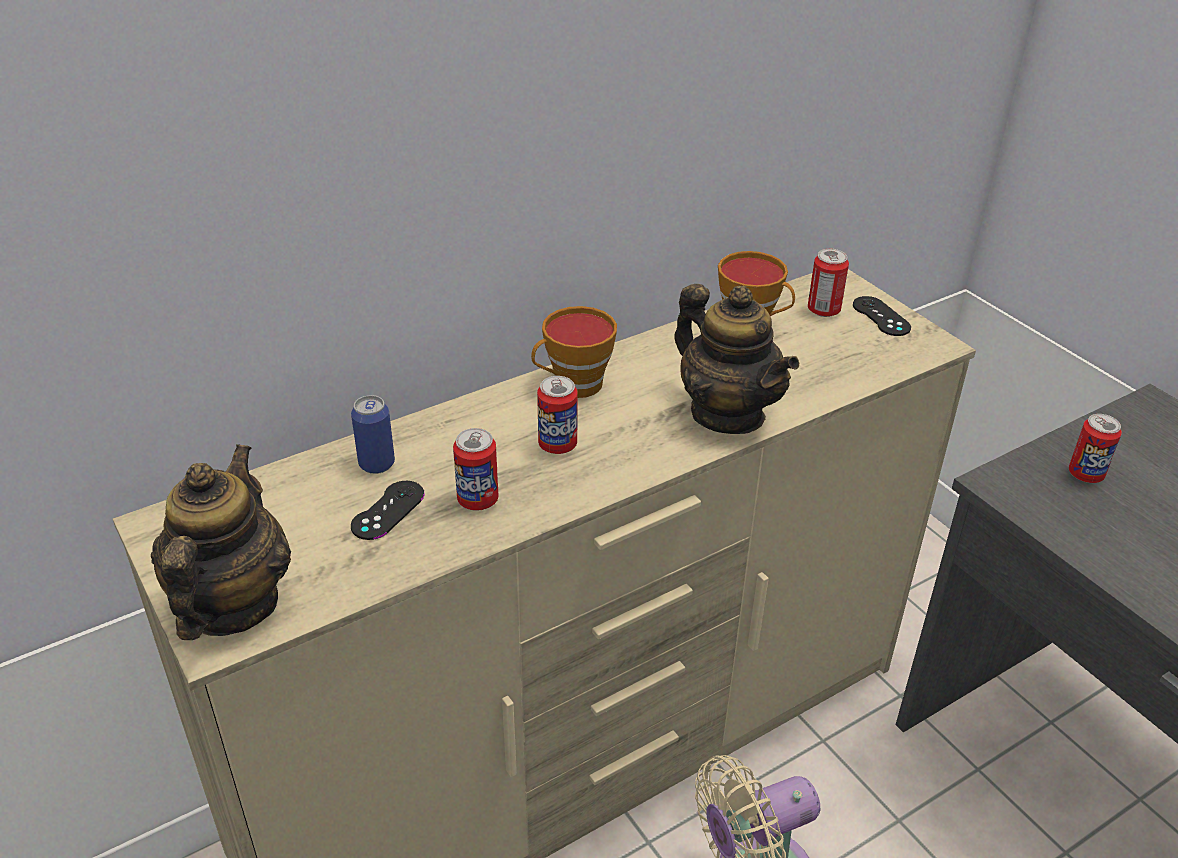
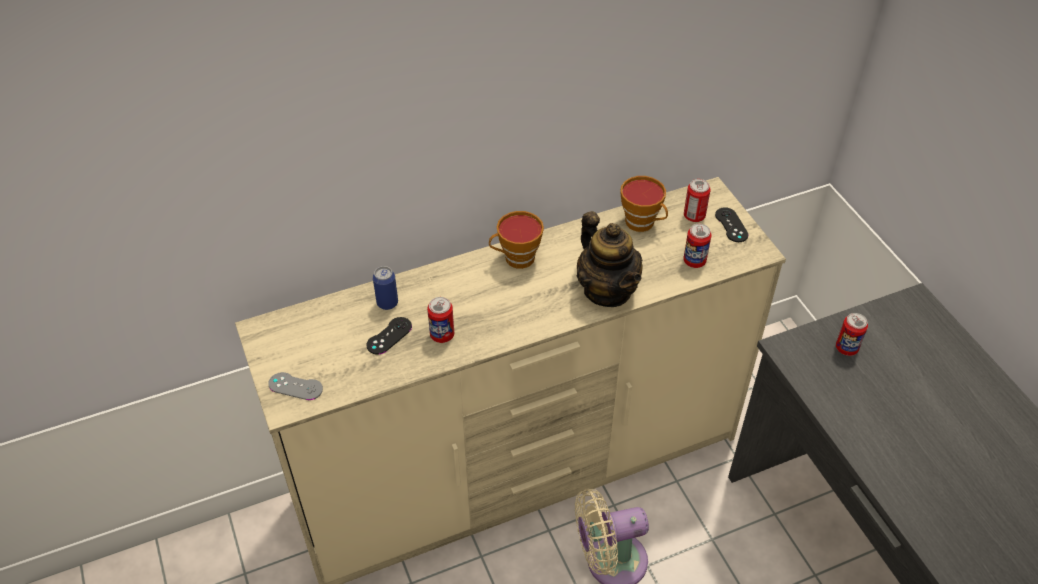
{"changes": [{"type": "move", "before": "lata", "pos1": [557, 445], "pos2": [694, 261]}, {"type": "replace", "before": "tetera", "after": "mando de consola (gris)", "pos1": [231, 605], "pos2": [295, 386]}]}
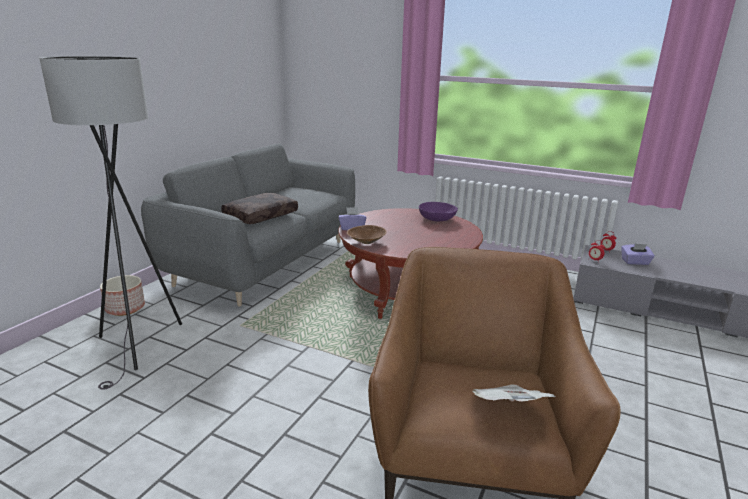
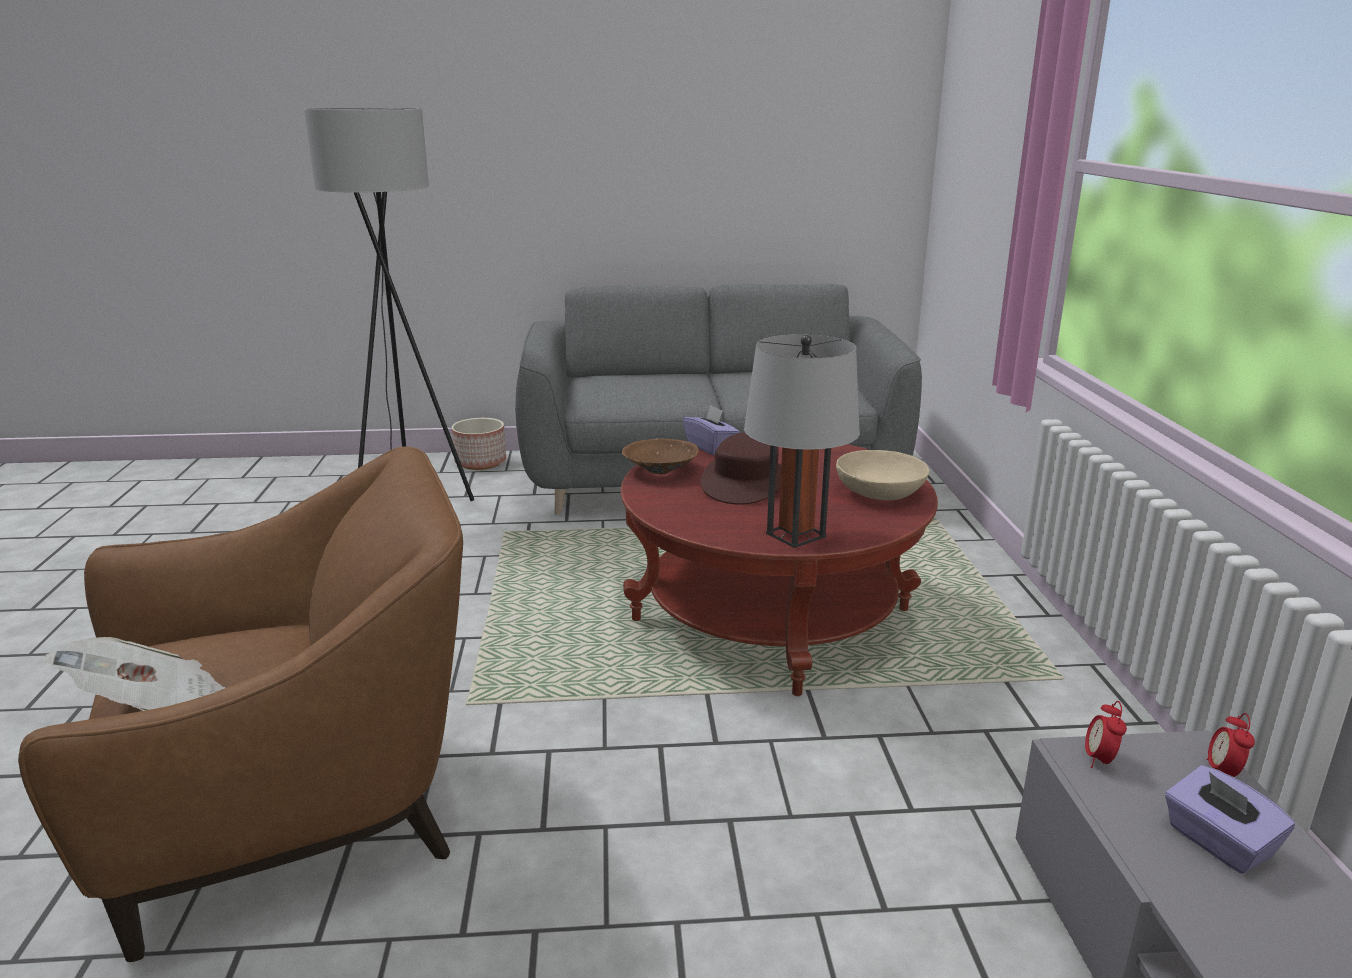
{"changes": [{"type": "delete", "before": "cojín (marrón)", "pos1": [260, 215]}, {"type": "recolor", "before": "cuenco (morado)", "after": "cuenco (beis)", "pos1": [437, 219], "pos2": [880, 493]}, {"type": "insert", "after": "lámpara de mesa (gris)", "pos2": [795, 535]}, {"type": "insert", "after": "sombrero (marrón)", "pos2": [746, 482]}]}
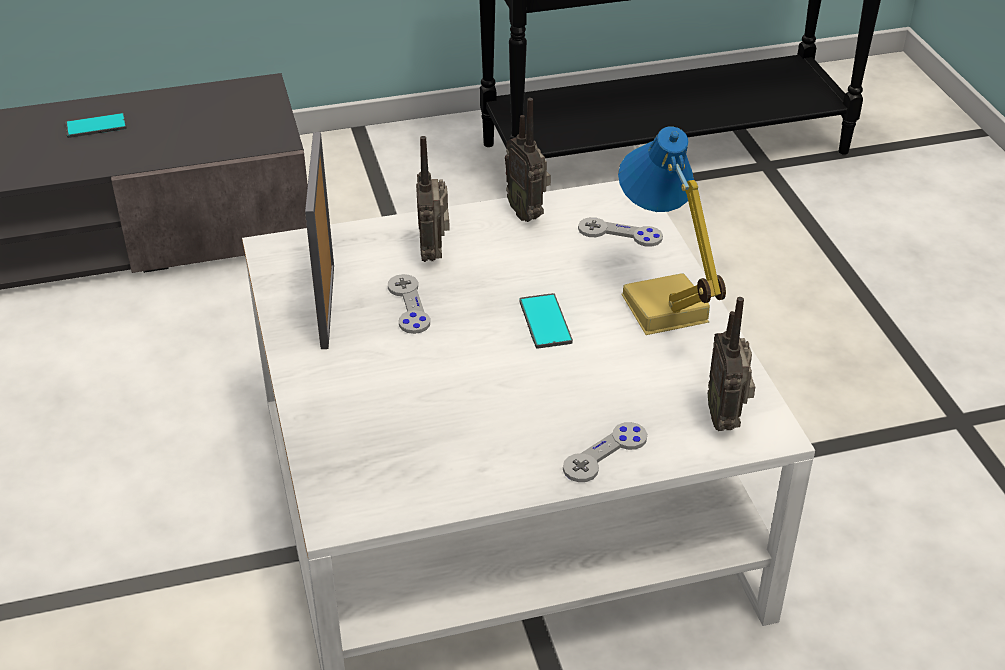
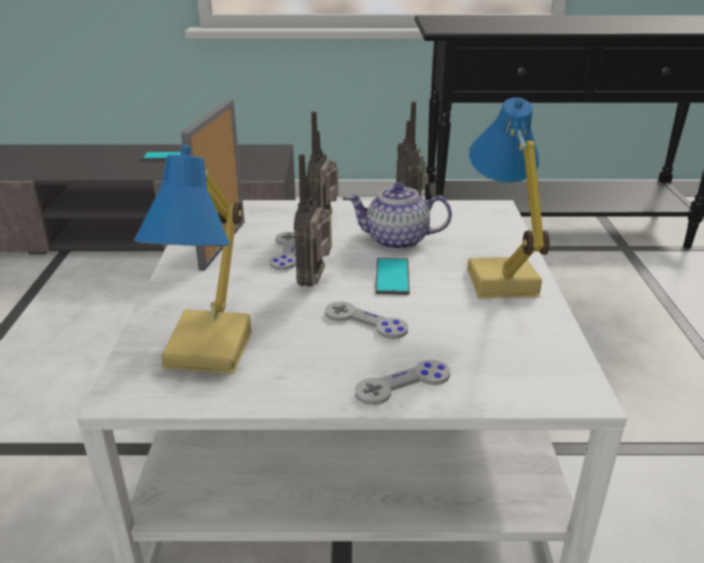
{"changes": [{"type": "move", "before": "mando de consola (gris)", "pos1": [620, 234], "pos2": [365, 322]}, {"type": "move", "before": "radio", "pos1": [725, 419], "pos2": [315, 282]}, {"type": "insert", "after": "lámpara de mesa", "pos2": [213, 348]}, {"type": "insert", "after": "tetera", "pos2": [396, 241]}]}
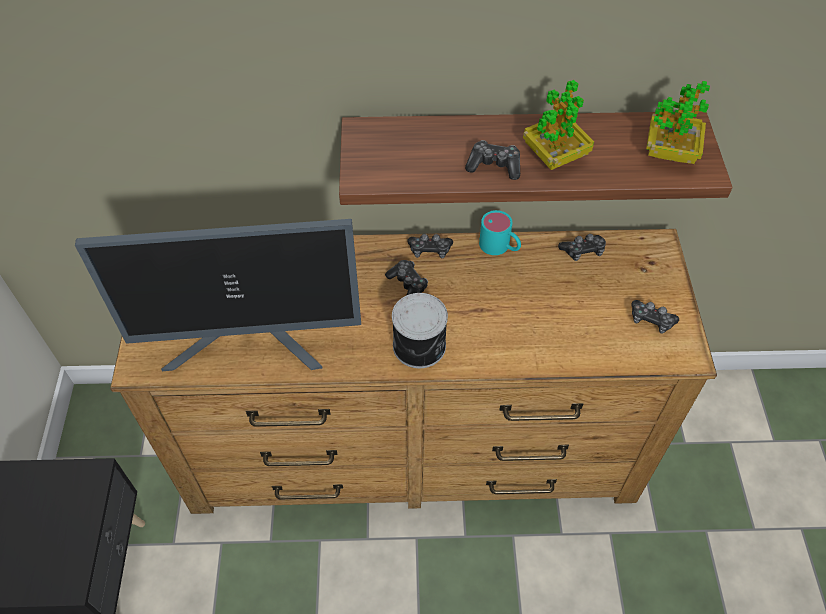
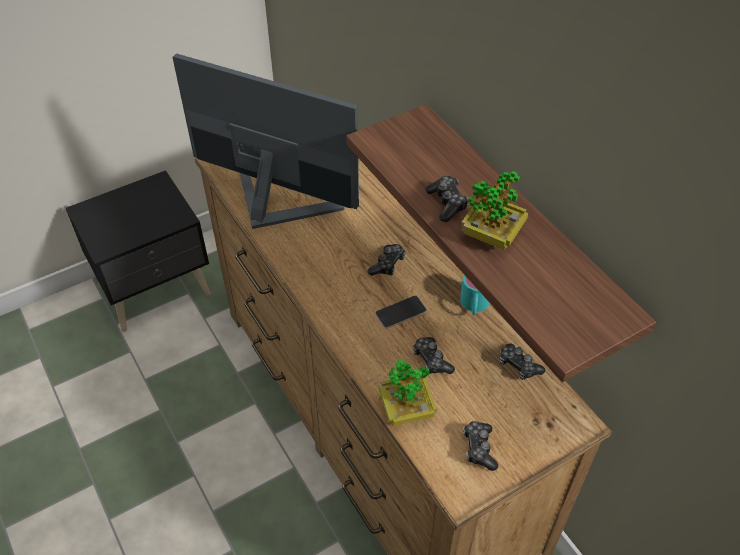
{"changes": [{"type": "move", "before": "planta en maceta", "pos1": [670, 152], "pos2": [406, 409]}, {"type": "rotate", "before": "monitor", "pos1": [250, 342], "pos2": [273, 203], "turn": 150}, {"type": "move", "before": "mando de consola", "pos1": [429, 250], "pos2": [431, 360]}, {"type": "delete", "before": "lata", "pos1": [420, 346]}, {"type": "insert", "after": "móvil", "pos2": [400, 312]}]}
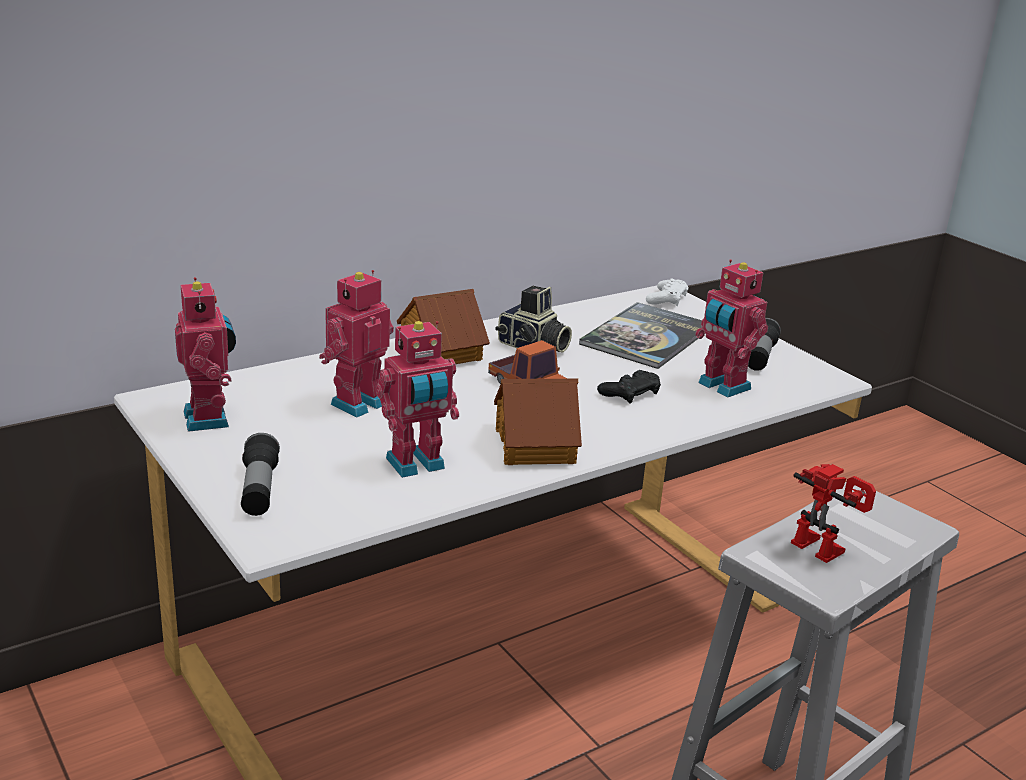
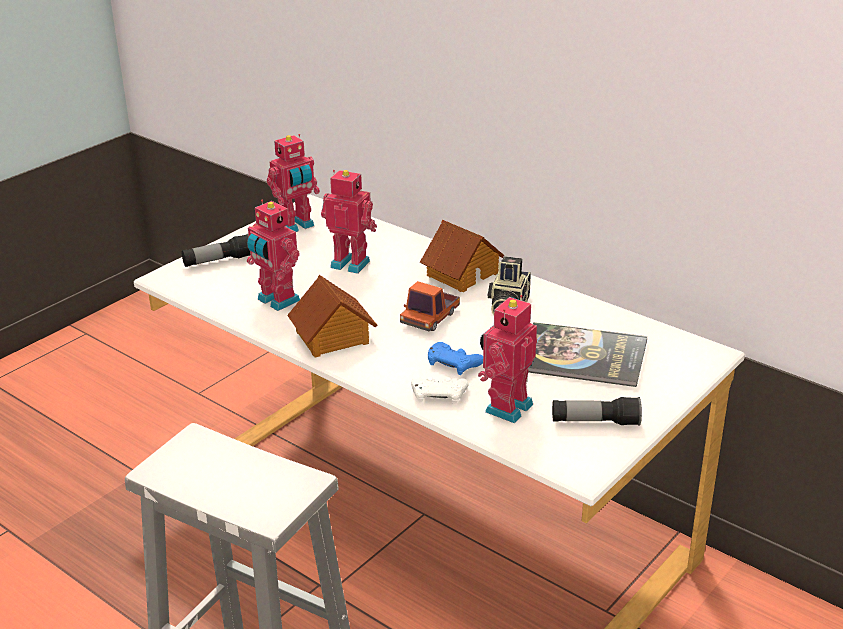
{"changes": [{"type": "move", "before": "mando de consola (blanco)", "pos1": [667, 299], "pos2": [439, 394]}, {"type": "recolor", "before": "mando de consola (negro)", "after": "mando de consola (azul)", "pos1": [630, 393], "pos2": [453, 363]}, {"type": "delete", "before": "robot de juguete", "pos1": [824, 547]}]}
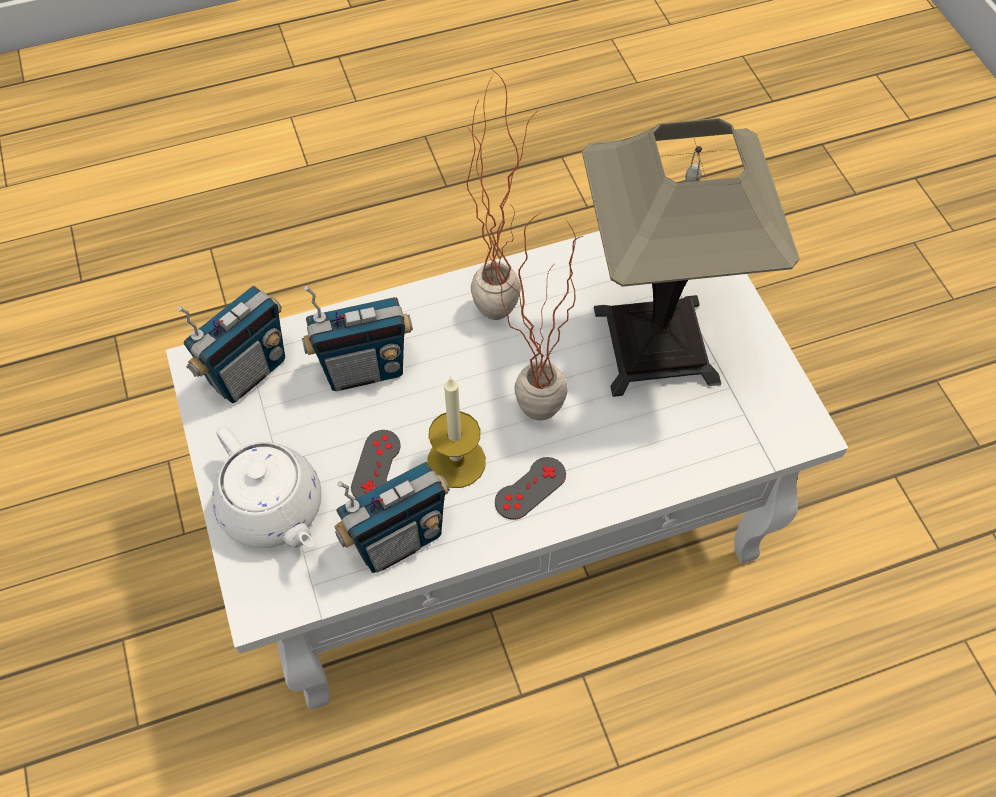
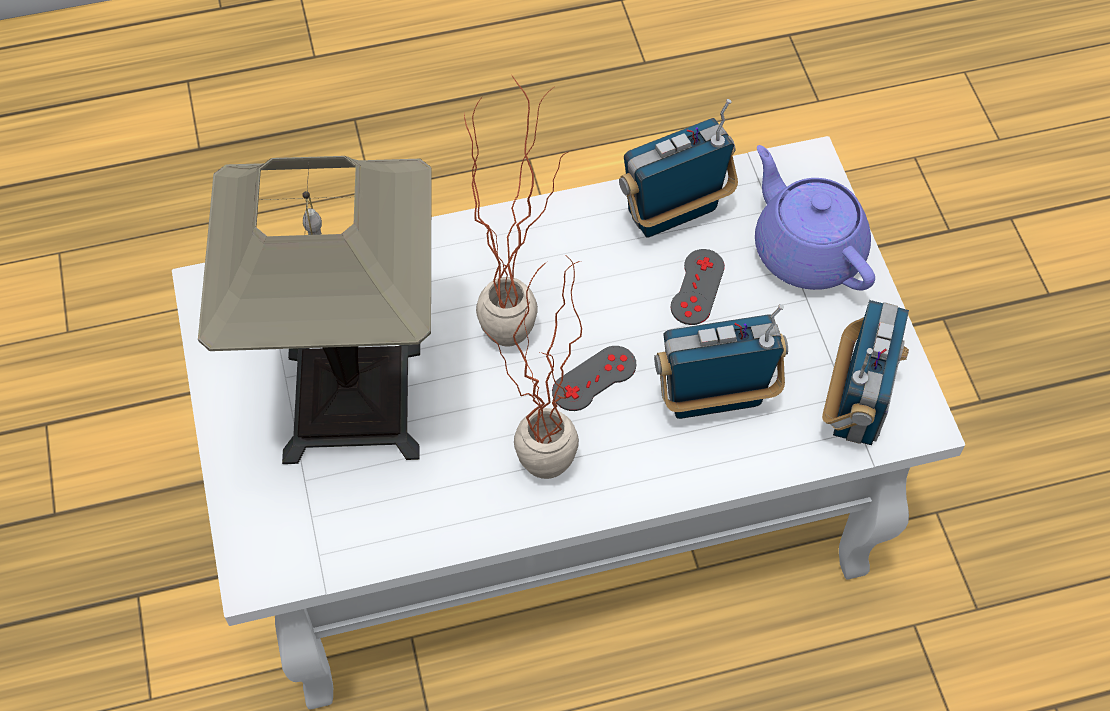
{"changes": [{"type": "rotate", "before": "radio", "pos1": [247, 372], "pos2": [857, 405], "turn": 150}, {"type": "delete", "before": "vela", "pos1": [456, 461]}, {"type": "recolor", "before": "tetera (blanco)", "after": "tetera (morado)", "pos1": [273, 510], "pos2": [806, 250]}, {"type": "move", "before": "mando de consola (gris)", "pos1": [530, 488], "pos2": [594, 378]}]}
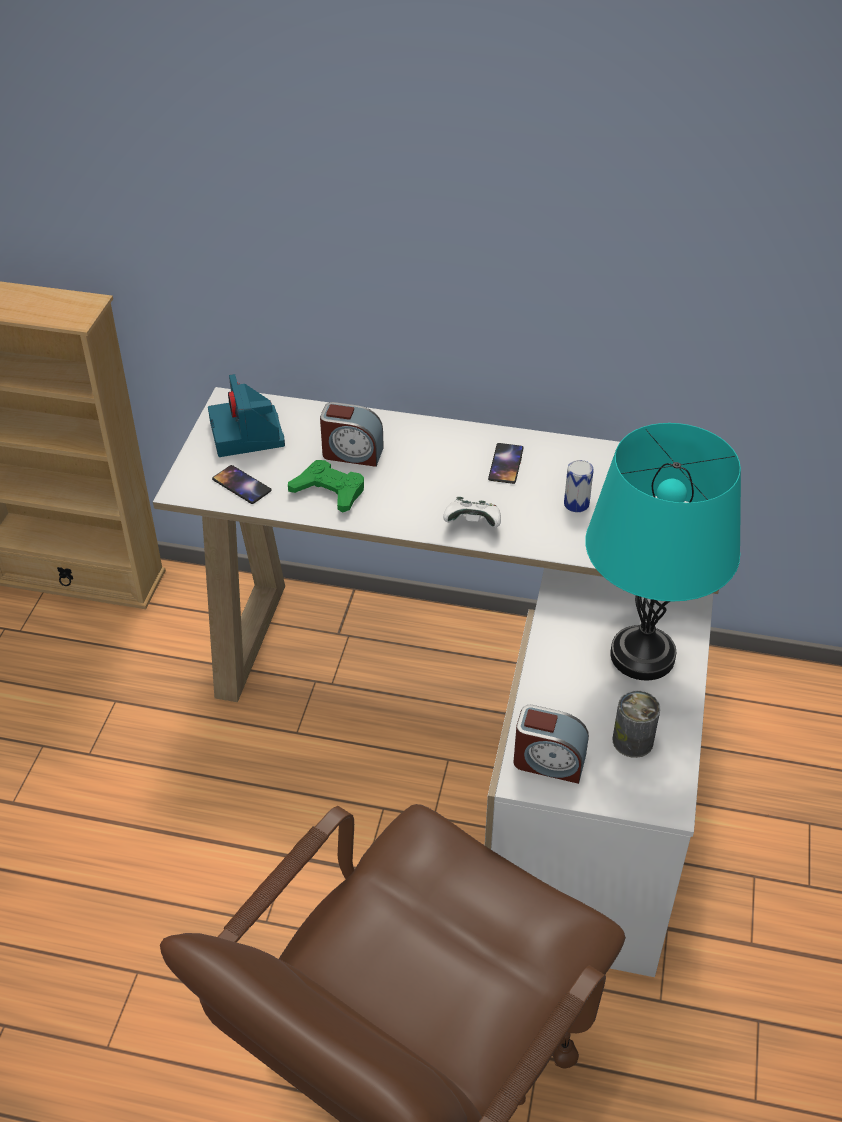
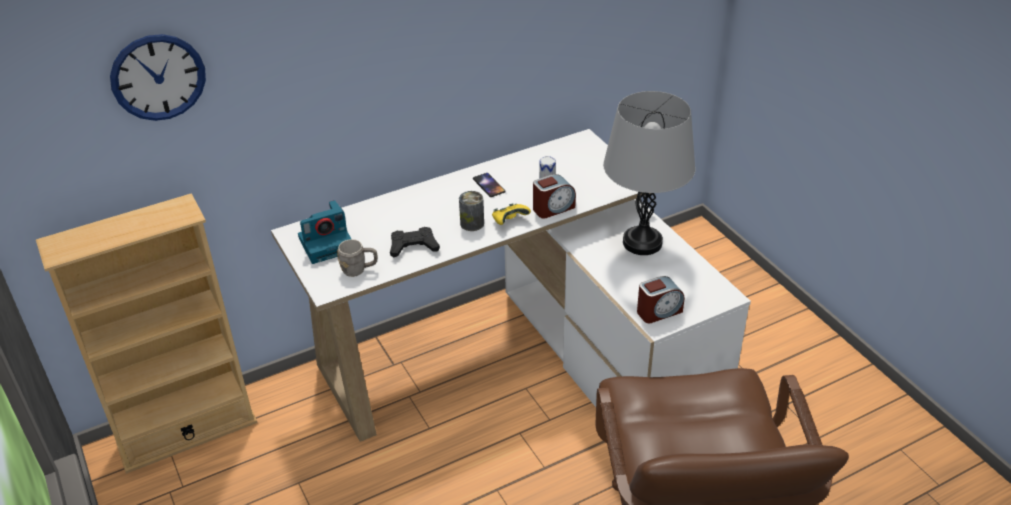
{"changes": [{"type": "rotate", "before": "cámara", "pos1": [248, 434], "pos2": [327, 243], "turn": -60}, {"type": "move", "before": "despertador", "pos1": [352, 453], "pos2": [553, 208]}, {"type": "recolor", "before": "lámpara de mesa (turquesa)", "after": "lámpara de mesa (gris)", "pos1": [642, 656], "pos2": [642, 243]}, {"type": "recolor", "before": "mando de consola (verde)", "after": "mando de consola (negro)", "pos1": [329, 491], "pos2": [413, 246]}, {"type": "replace", "before": "móvil", "after": "taza grande (gris)", "pos1": [241, 485], "pos2": [359, 270]}, {"type": "recolor", "before": "mando de consola (blanco)", "after": "mando de consola (amarillo)", "pos1": [473, 524], "pos2": [509, 221]}, {"type": "move", "before": "lata", "pos1": [632, 741], "pos2": [472, 223]}, {"type": "insert", "after": "reloj de pared", "pos2": [158, 77]}]}
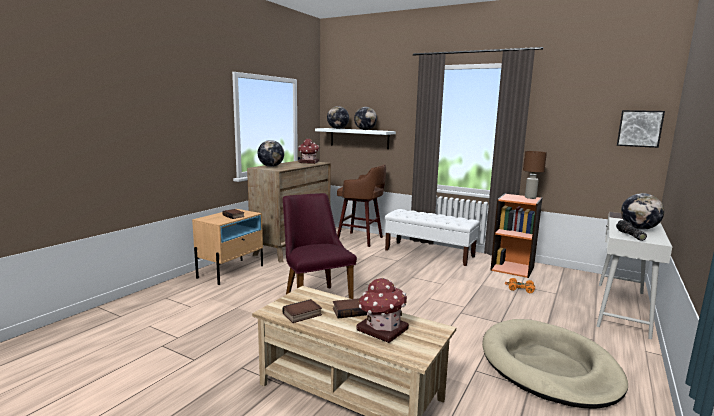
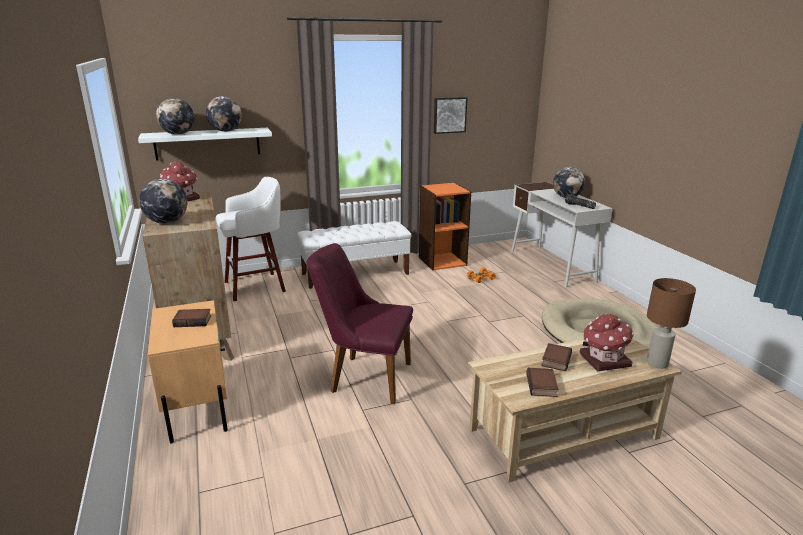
{"changes": [{"type": "move", "before": "cuadro", "pos1": [639, 128], "pos2": [449, 115]}, {"type": "move", "before": "lámpara de mesa (marrón)", "pos1": [530, 197], "pos2": [656, 363]}, {"type": "recolor", "before": "taburete (marrón)", "after": "taburete (blanco)", "pos1": [361, 239], "pos2": [257, 286]}]}
